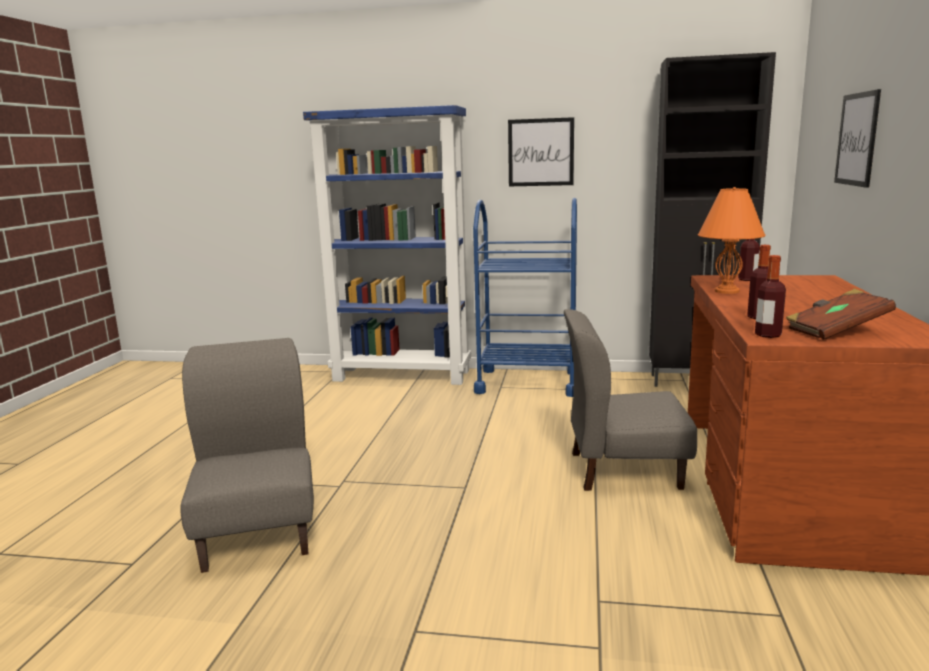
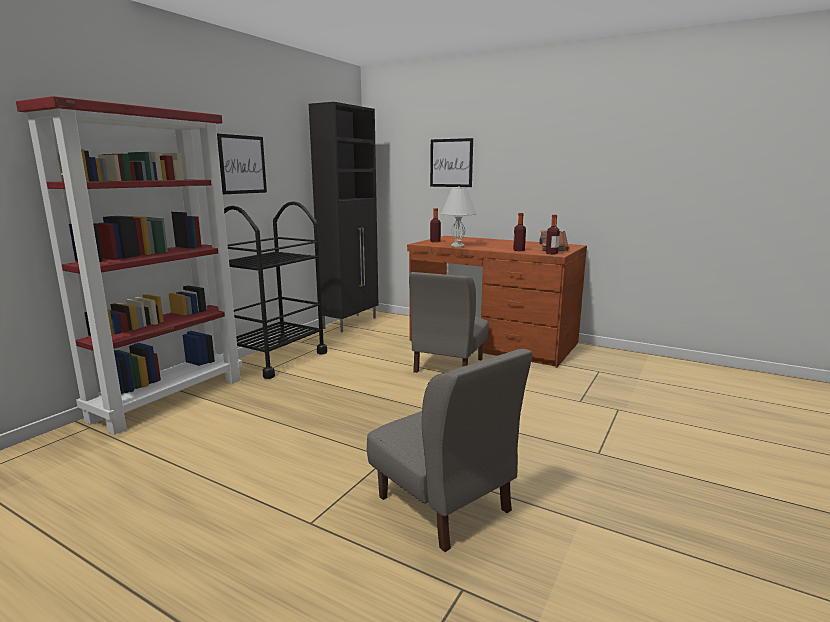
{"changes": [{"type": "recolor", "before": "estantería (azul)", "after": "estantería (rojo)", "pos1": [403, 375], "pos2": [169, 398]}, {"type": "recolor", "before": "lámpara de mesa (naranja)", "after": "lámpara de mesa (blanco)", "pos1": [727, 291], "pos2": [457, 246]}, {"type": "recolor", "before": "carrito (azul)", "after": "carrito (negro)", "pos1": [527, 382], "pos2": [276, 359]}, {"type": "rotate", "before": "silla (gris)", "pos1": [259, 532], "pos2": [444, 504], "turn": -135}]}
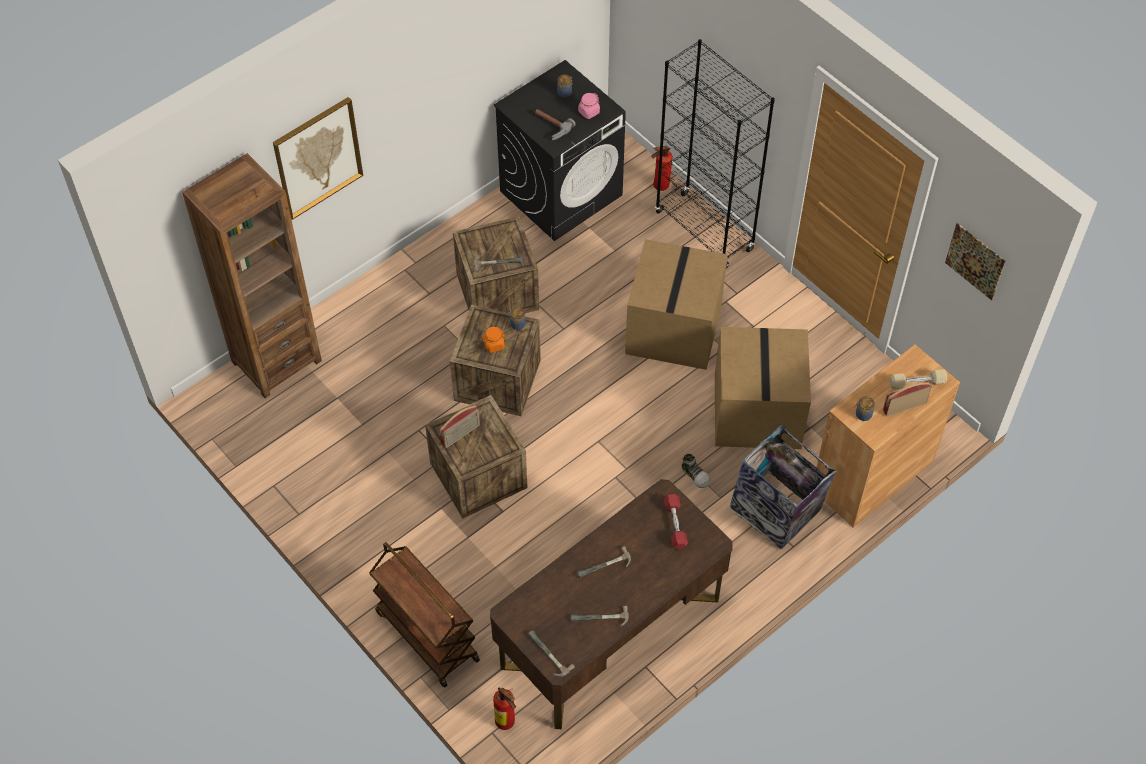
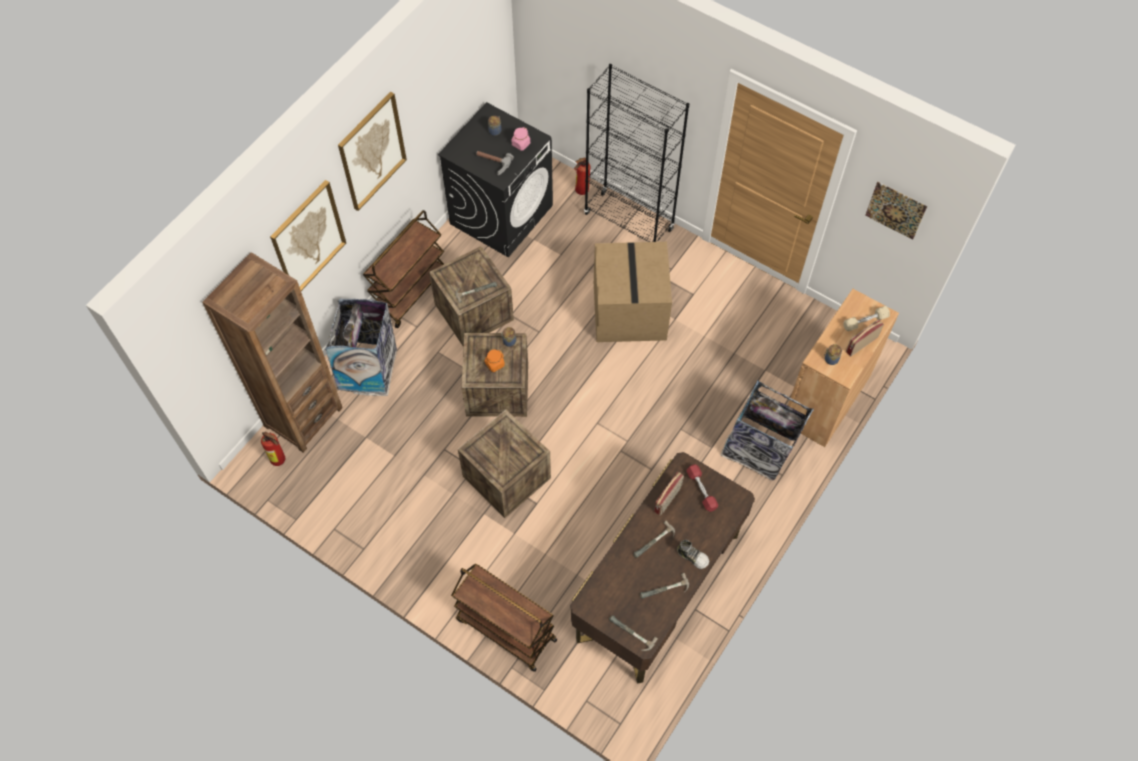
{"changes": [{"type": "delete", "before": "caja de cartón", "pos1": [758, 412]}, {"type": "move", "before": "radio", "pos1": [460, 434], "pos2": [668, 499]}, {"type": "move", "before": "zapato", "pos1": [695, 475], "pos2": [692, 556]}, {"type": "move", "before": "extintor", "pos1": [506, 724], "pos2": [279, 461]}, {"type": "insert", "after": "cuadro", "pos2": [372, 151]}, {"type": "insert", "after": "carrito (marrón)", "pos2": [409, 291]}, {"type": "insert", "after": "papelera", "pos2": [368, 368]}]}
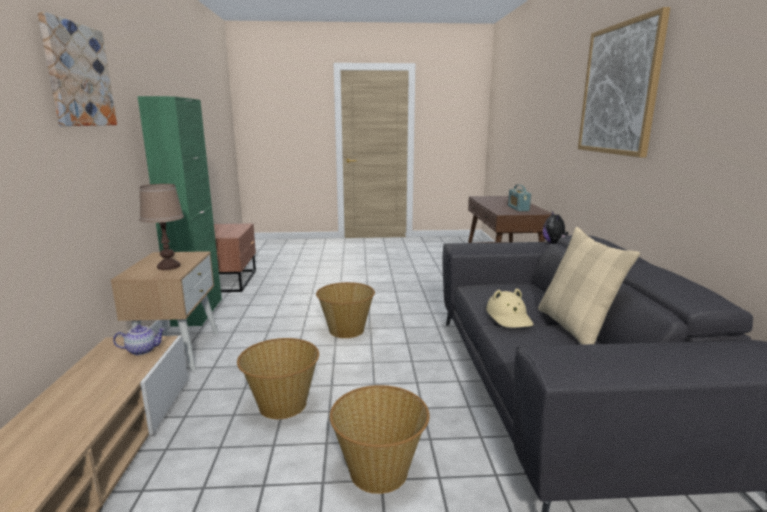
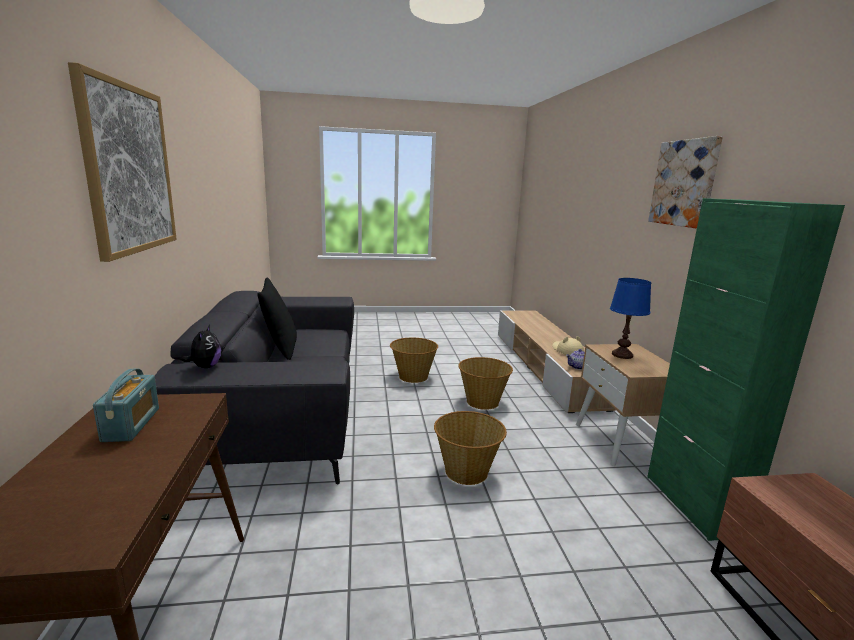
{"changes": [{"type": "recolor", "before": "lámpara de mesa (marrón)", "after": "lámpara de mesa (azul)", "pos1": [169, 266], "pos2": [621, 355]}, {"type": "recolor", "before": "cojín (beis)", "after": "cojín (negro)", "pos1": [575, 328], "pos2": [280, 348]}, {"type": "move", "before": "sombrero (beis)", "pos1": [509, 317], "pos2": [567, 351]}]}
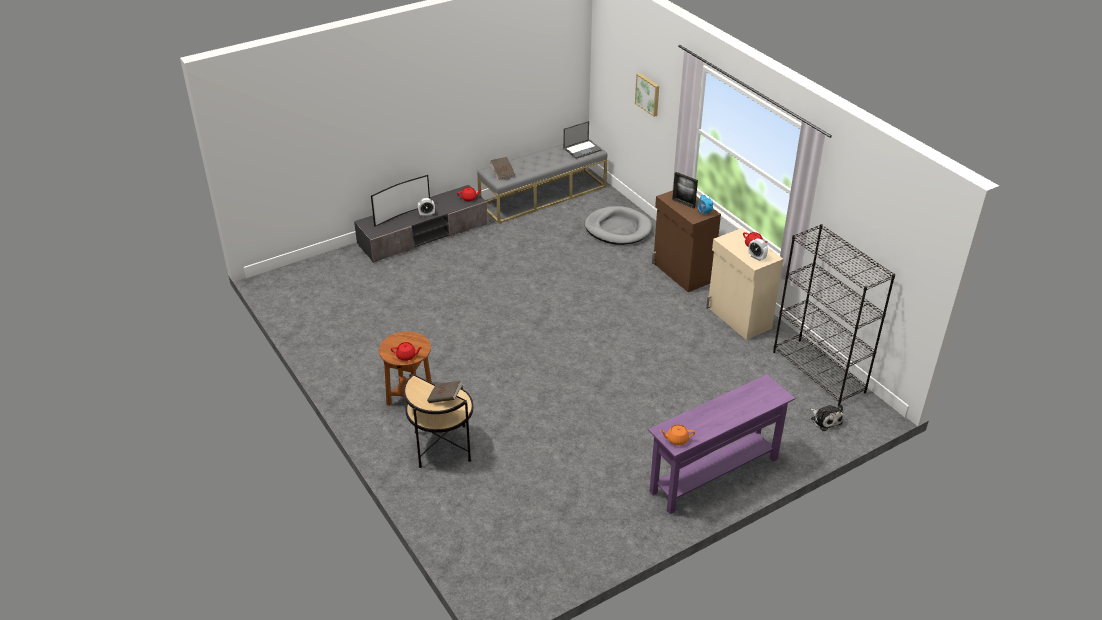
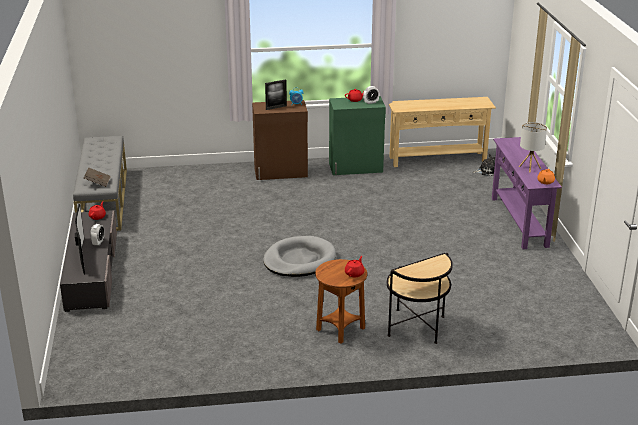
{"changes": [{"type": "delete", "before": "cuadro", "pos1": [648, 94]}, {"type": "delete", "before": "portátil", "pos1": [582, 149]}, {"type": "move", "before": "cama para perro (gris)", "pos1": [618, 229], "pos2": [299, 260]}, {"type": "replace", "before": "estantería (negro)", "after": "mesa consola (beis)", "pos1": [819, 372], "pos2": [437, 159]}, {"type": "recolor", "before": "armario (beis)", "after": "armario (verde)", "pos1": [738, 318], "pos2": [356, 168]}, {"type": "delete", "before": "libro (marrón)", "pos1": [445, 398]}, {"type": "insert", "after": "lámpara de mesa", "pos2": [530, 167]}]}
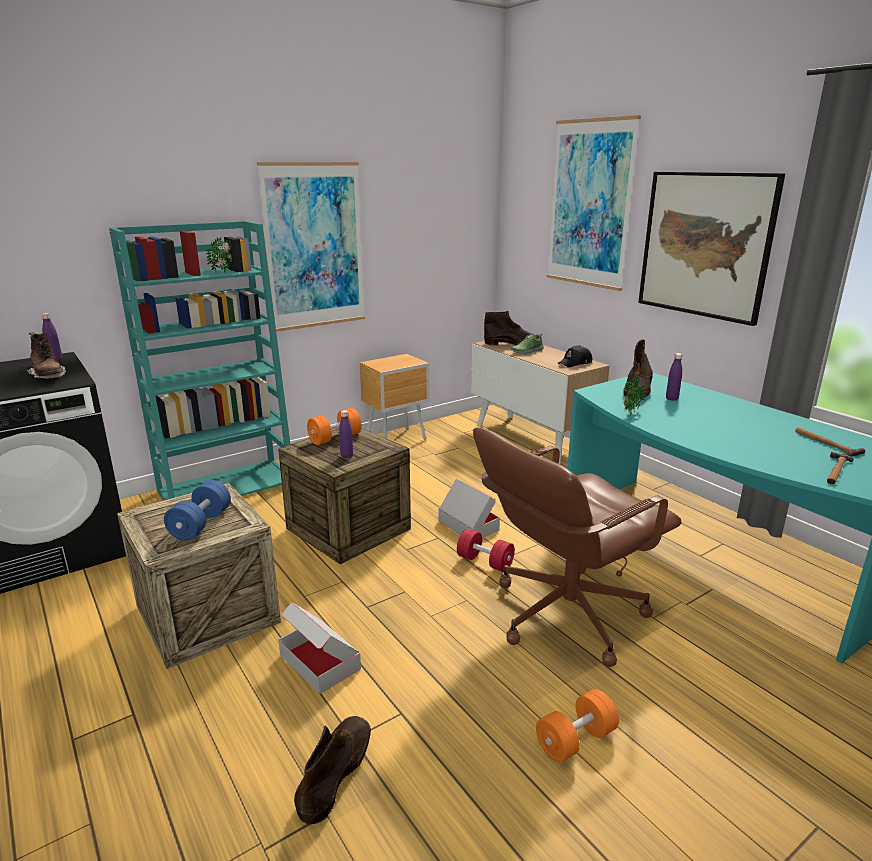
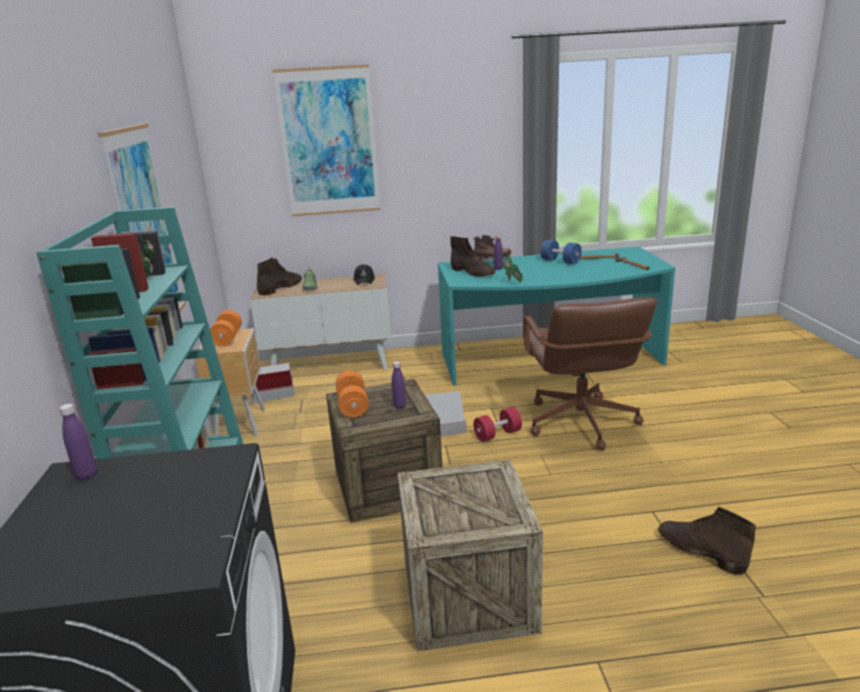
{"changes": [{"type": "delete", "before": "cuadro", "pos1": [705, 245]}, {"type": "move", "before": "bota (marrón)", "pos1": [49, 376], "pos2": [492, 261]}, {"type": "move", "before": "mancuerna (azul)", "pos1": [201, 524], "pos2": [560, 261]}, {"type": "move", "before": "caja de cartón", "pos1": [320, 661], "pos2": [273, 393]}, {"type": "move", "before": "mancuerna (naranja)", "pos1": [575, 740], "pos2": [227, 338]}]}
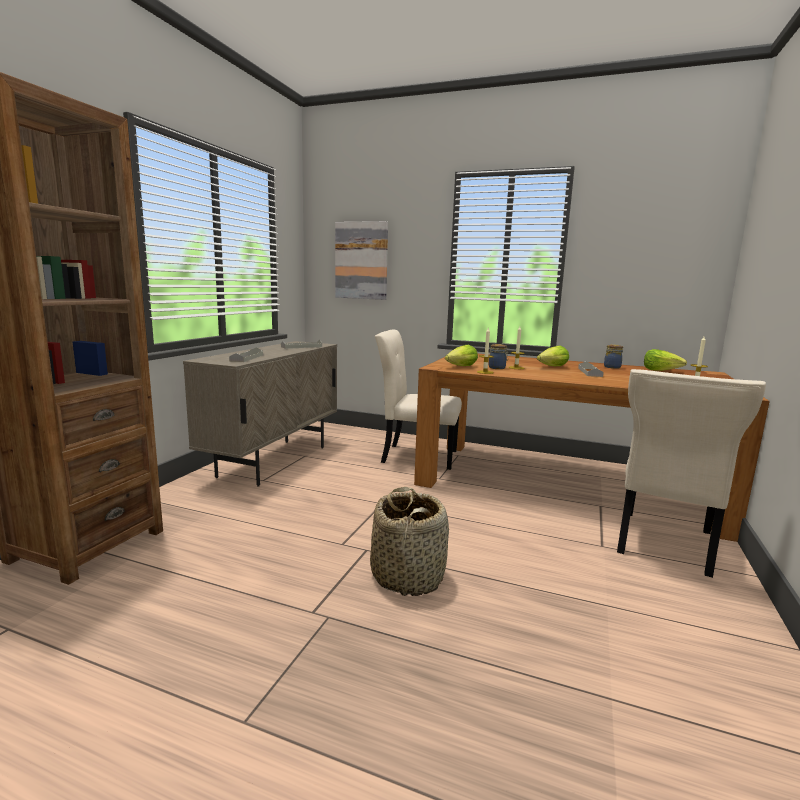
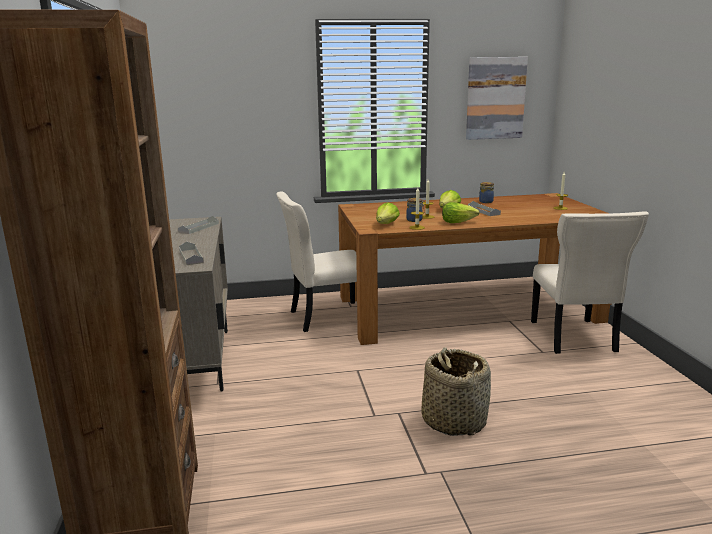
{"changes": [{"type": "move", "before": "cuadro", "pos1": [361, 261], "pos2": [495, 98]}, {"type": "move", "before": "lechuga", "pos1": [661, 370], "pos2": [458, 222]}]}
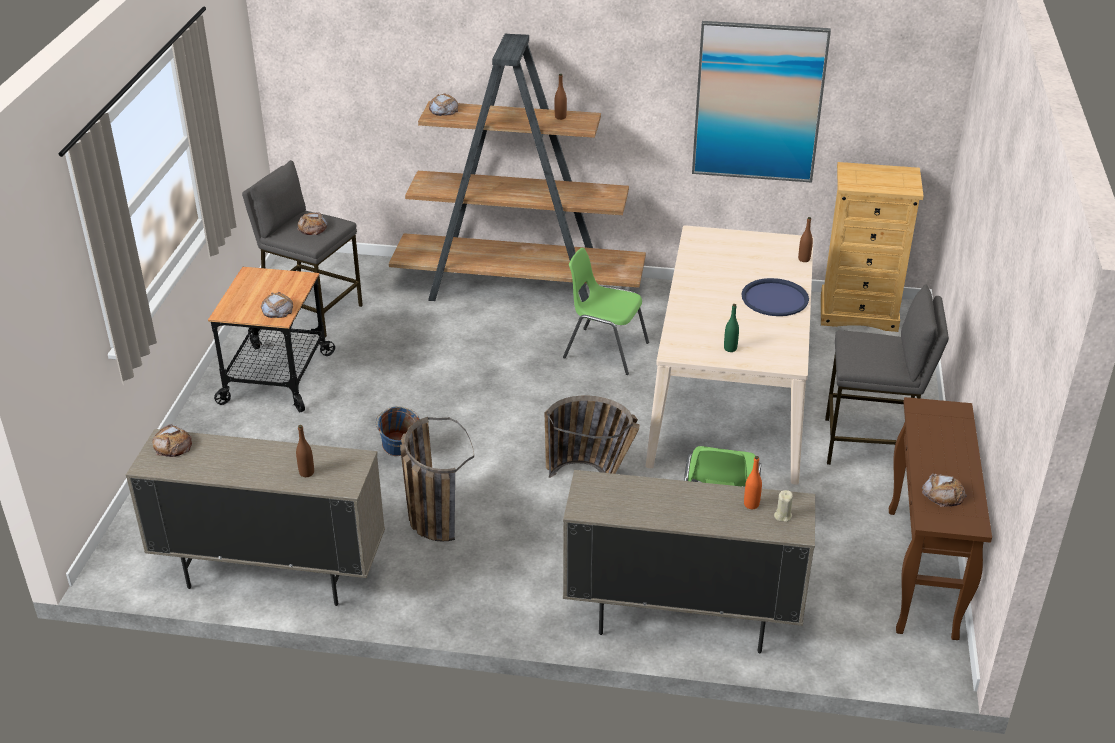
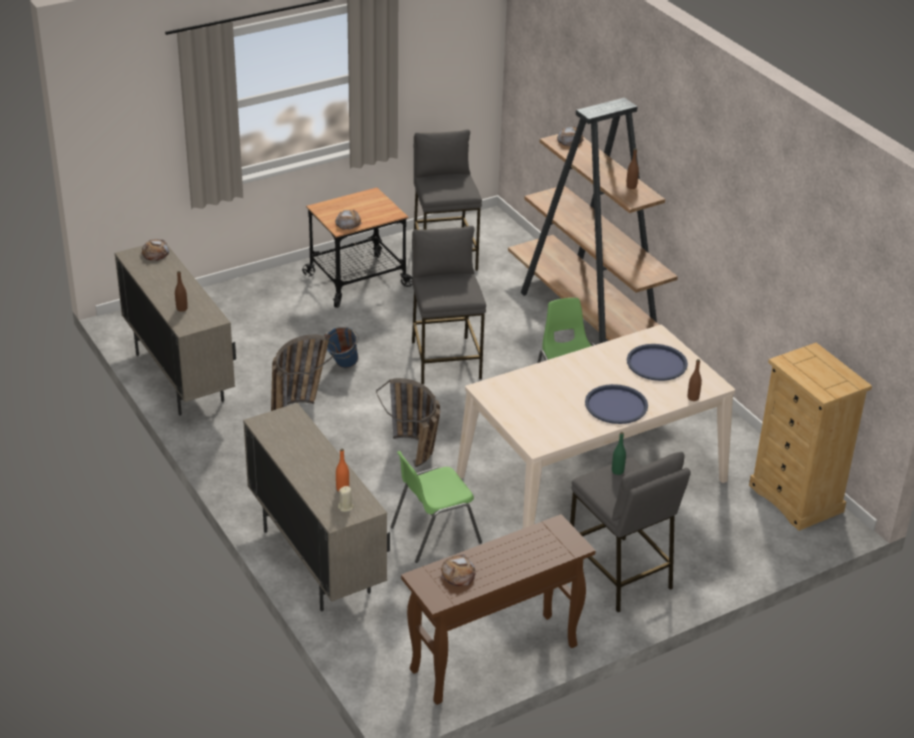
{"changes": [{"type": "delete", "before": "cuadro", "pos1": [758, 102]}, {"type": "delete", "before": "pan", "pos1": [312, 228]}, {"type": "move", "before": "botella (verde)", "pos1": [730, 348], "pos2": [617, 471]}, {"type": "insert", "after": "taburete (gris)", "pos2": [446, 360]}, {"type": "insert", "after": "bandeja (azul)", "pos2": [656, 363]}]}
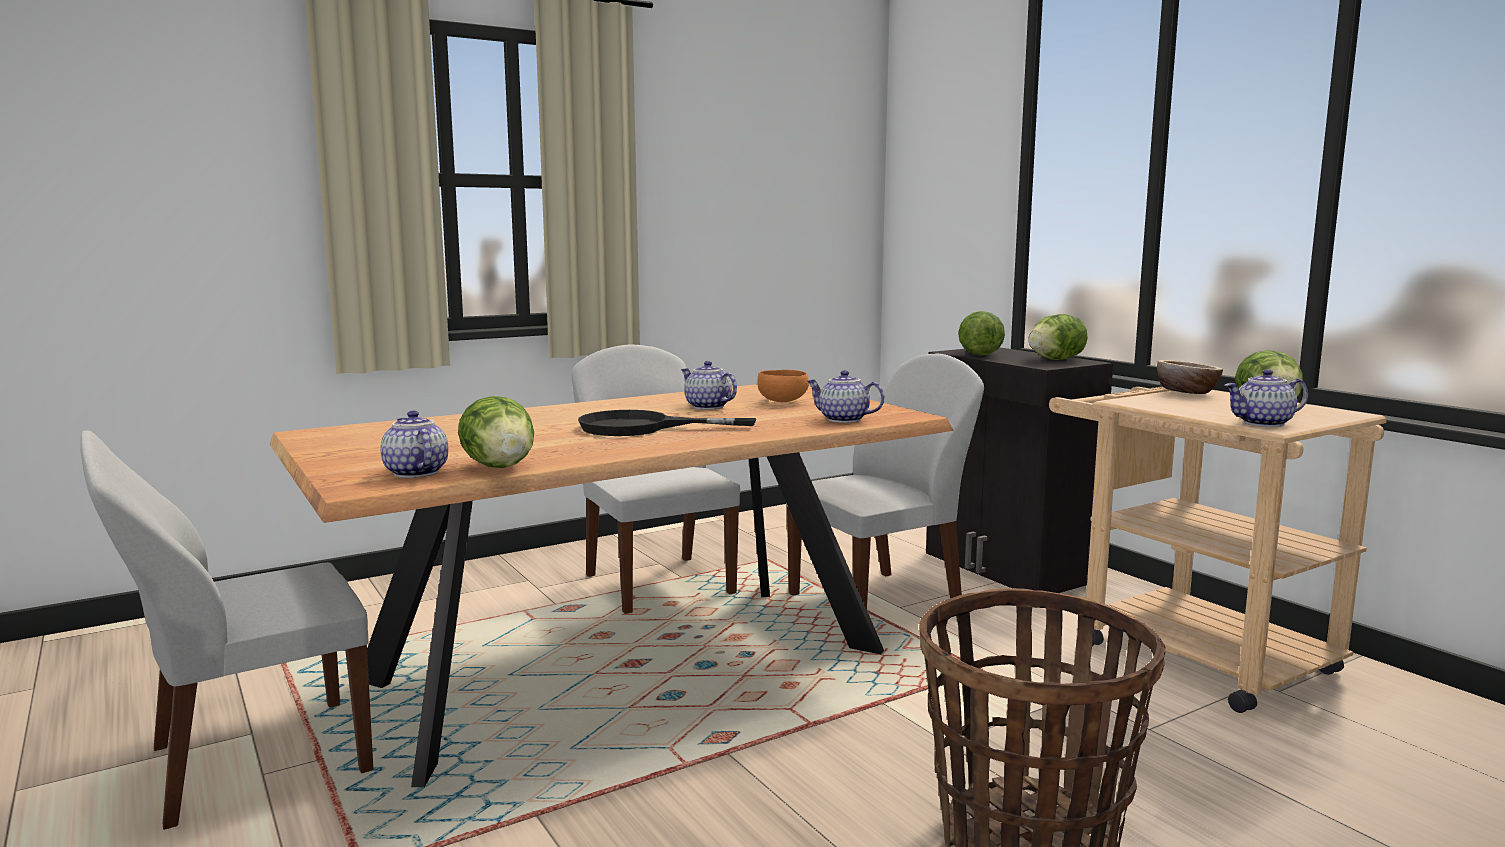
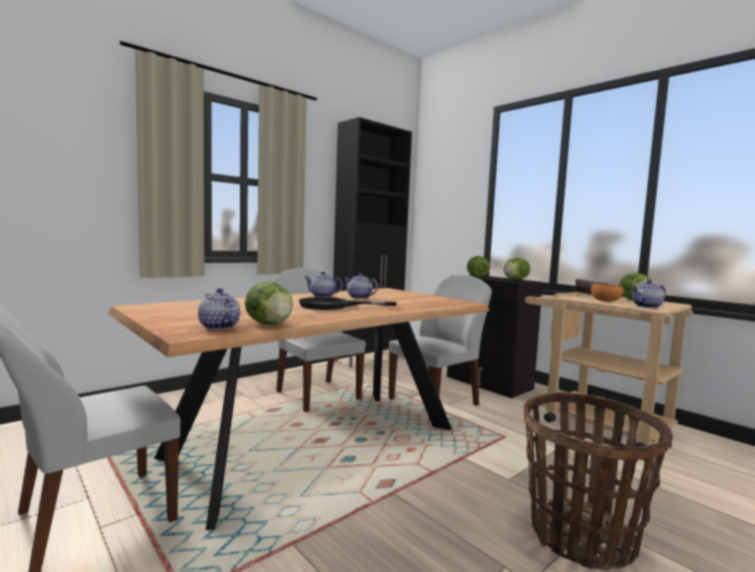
{"changes": [{"type": "move", "before": "cuenco (naranja)", "pos1": [783, 401], "pos2": [605, 301]}, {"type": "move", "before": "tetera", "pos1": [843, 420], "pos2": [322, 296]}, {"type": "insert", "after": "armario (negro)", "pos2": [368, 359]}]}
